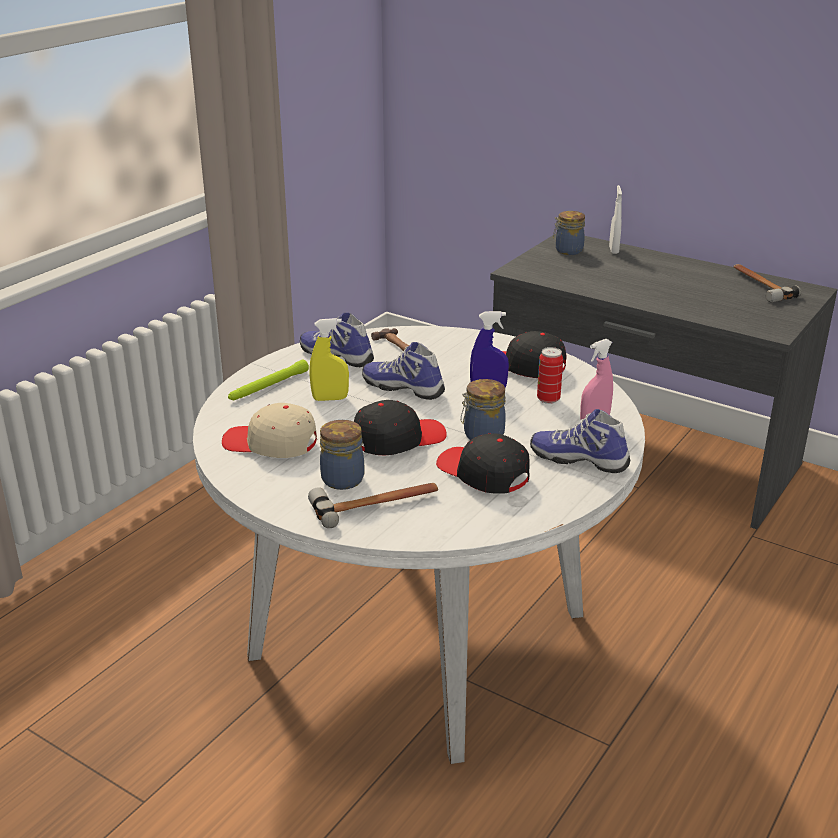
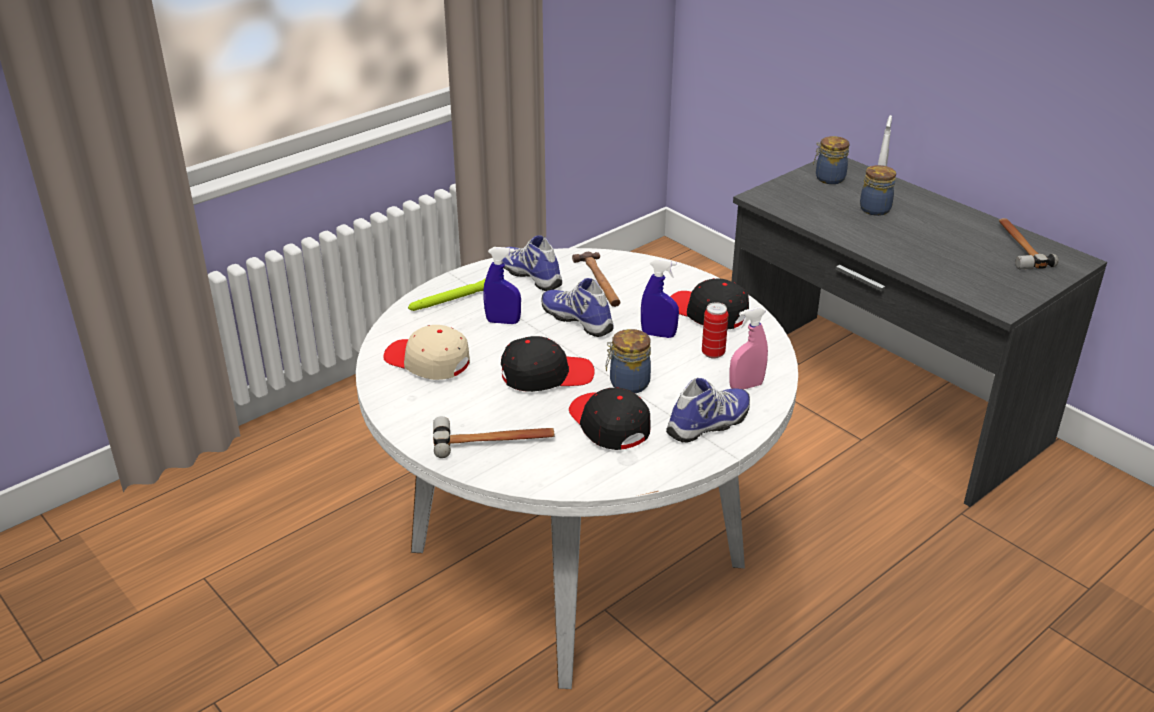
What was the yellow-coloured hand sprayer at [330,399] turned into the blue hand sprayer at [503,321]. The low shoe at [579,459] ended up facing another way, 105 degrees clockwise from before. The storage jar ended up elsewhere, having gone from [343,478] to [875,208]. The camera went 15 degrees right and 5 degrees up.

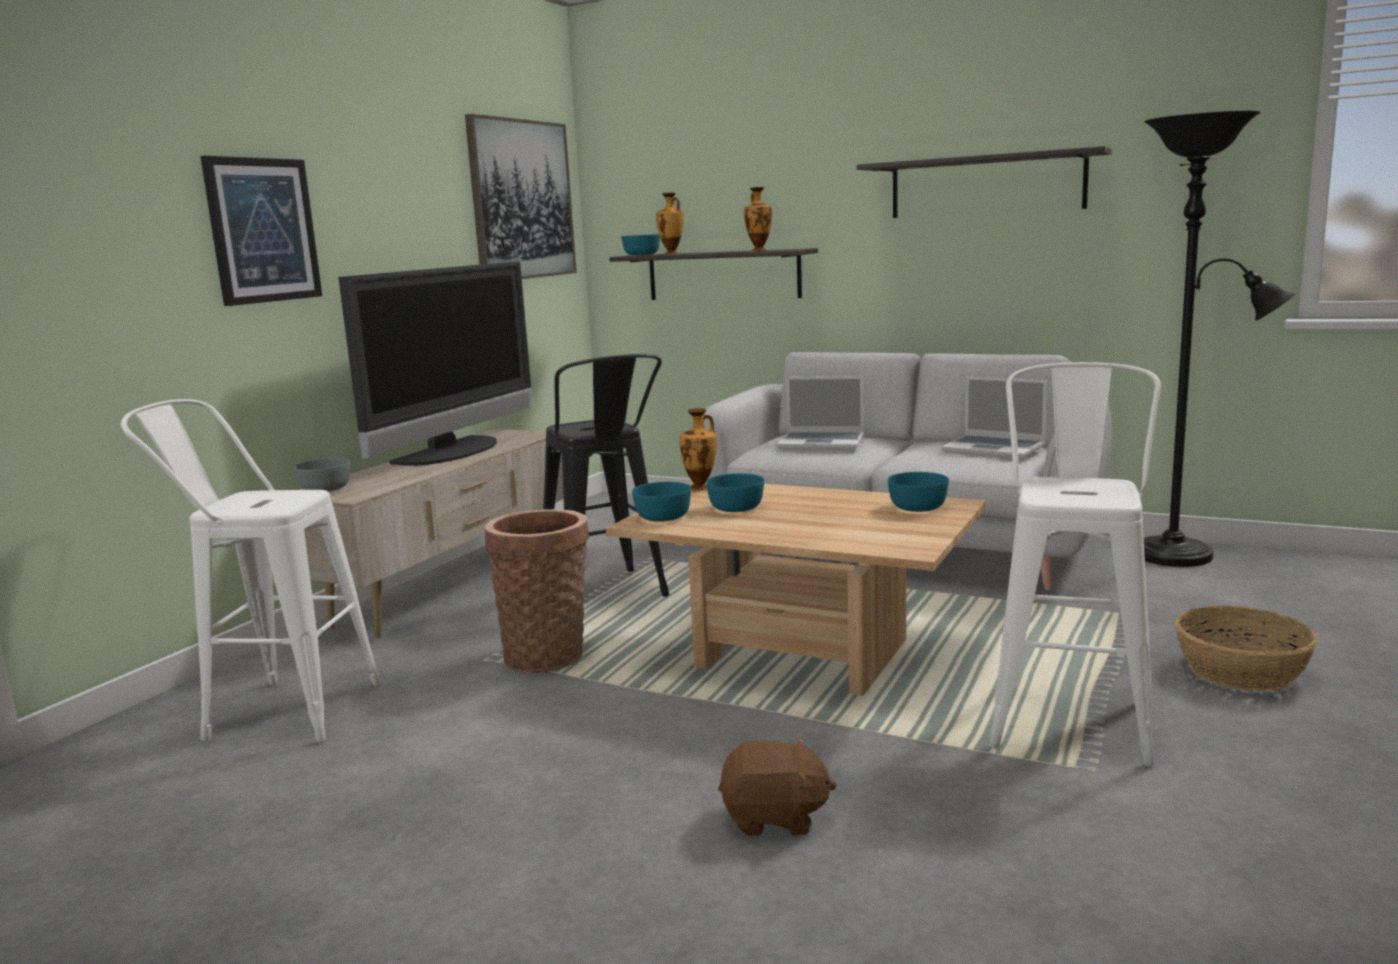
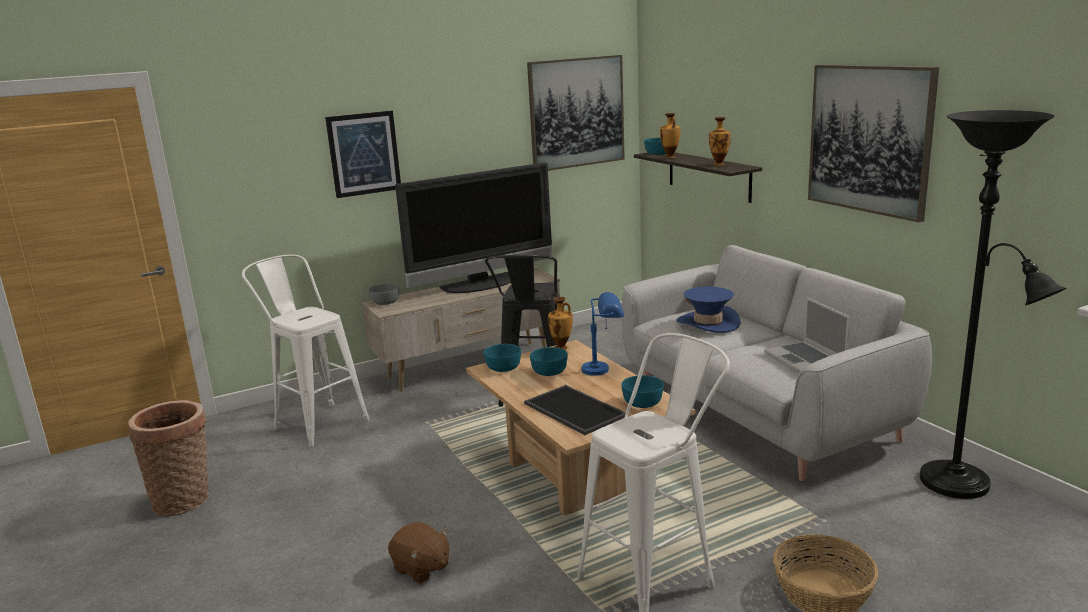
Where the bracket shelf hung at [986,185], the wall picture came to hang at [869,139]. Where the notebook computer stood at [823,443], the blue clothing hat came to stand at [708,323]. The basket ended up elsewhere, having gone from [547,654] to [185,500]. The second view gained the blue lamp for a table at [604,369]. The second view gained the tray at [572,410]. The camera went 35 degrees right and 5 degrees up.

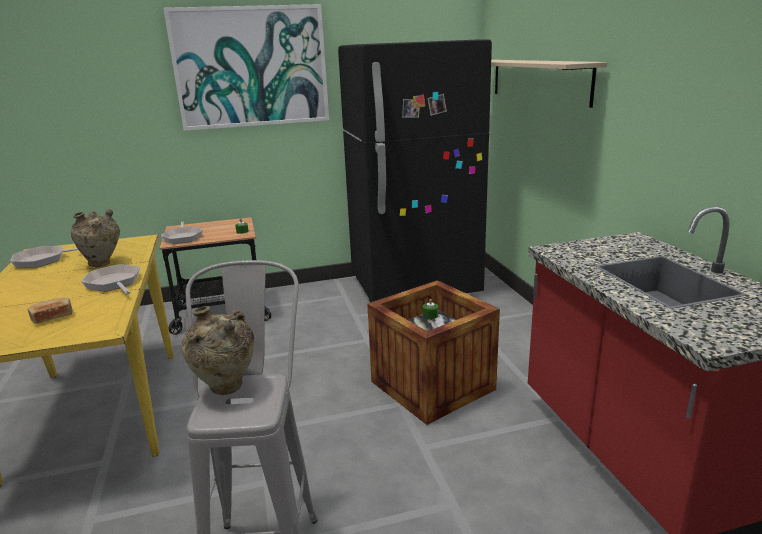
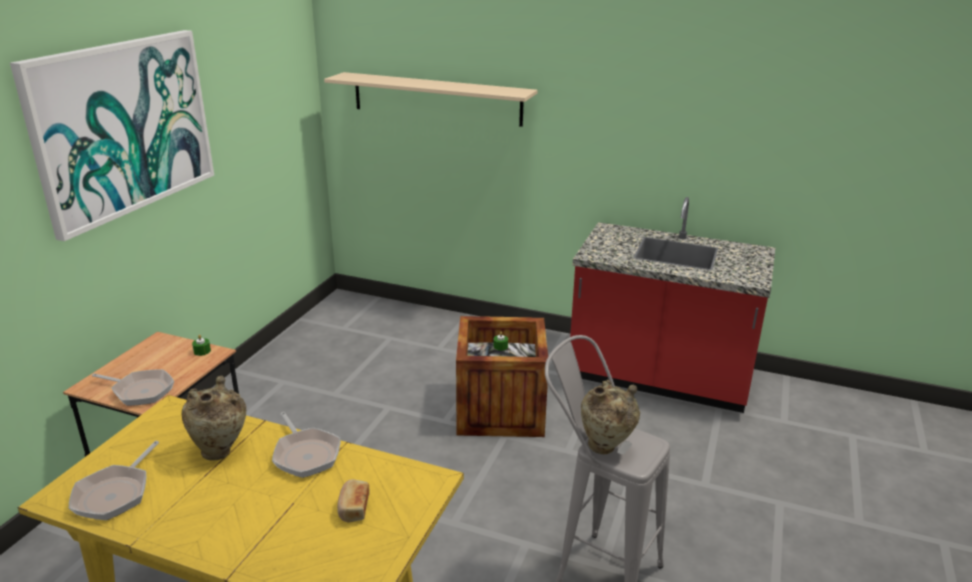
The second view lost the black-coloured fridge at [415,286]. The skillet at [114,283] ended up facing another way, 120 degrees counterclockwise from before. The camera went 55 degrees left and 5 degrees up.

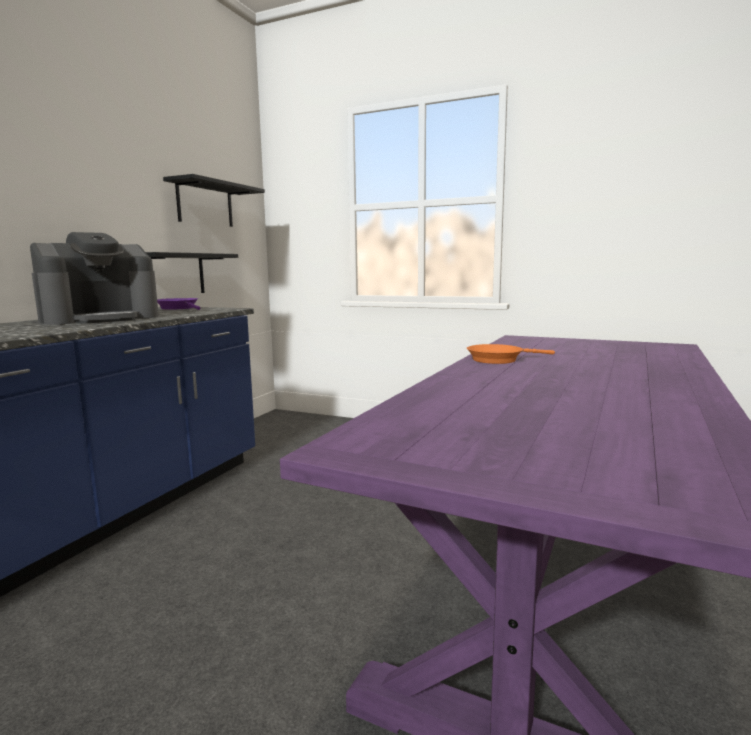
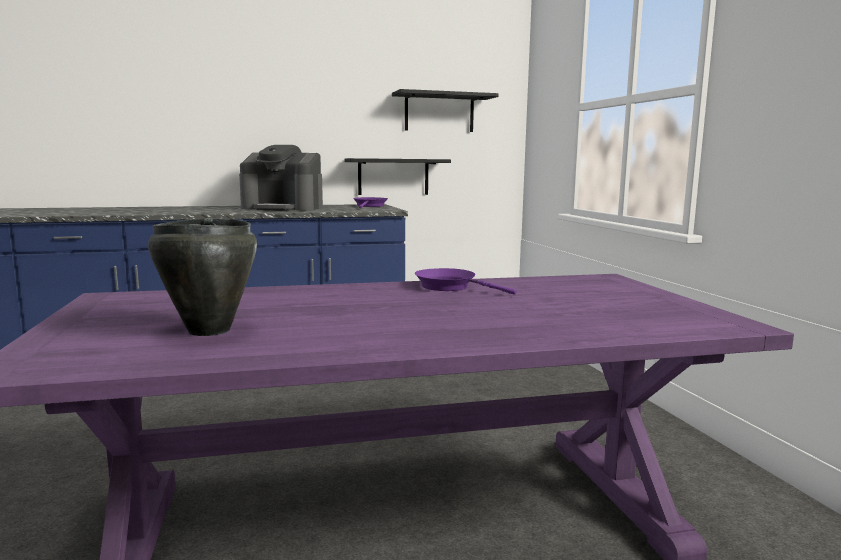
What was the orangey skillet at [499,359] turned into the purplish skillet at [450,287]. The second view gained the black-coloured saucepot at [208,330]. The camera went 50 degrees right and 0 degrees up.

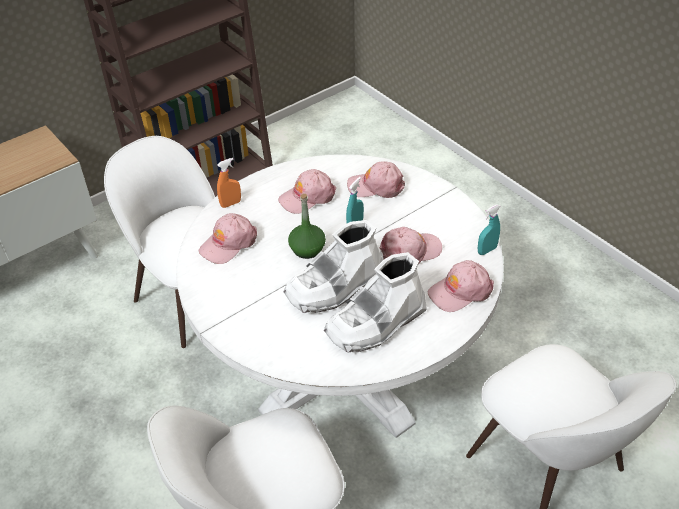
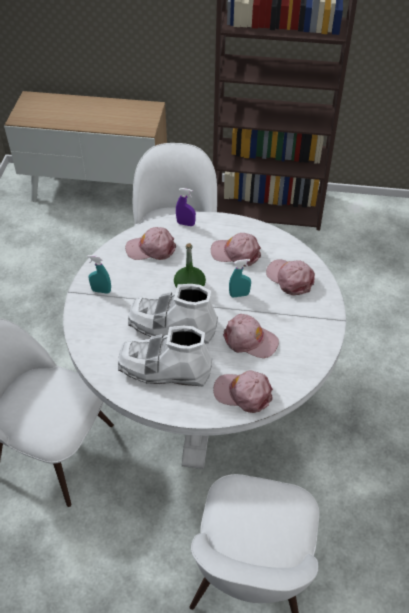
What was the orangey hand sprayer at [231,204] turned into the purplish hand sprayer at [185,224]. The turquoise-coloured hand sprayer ended up elsewhere, having gone from [487,250] to [101,291]. The camera went 45 degrees right and 5 degrees up.

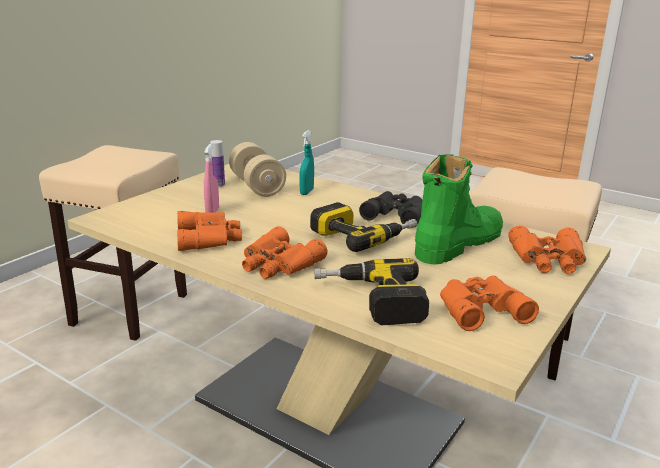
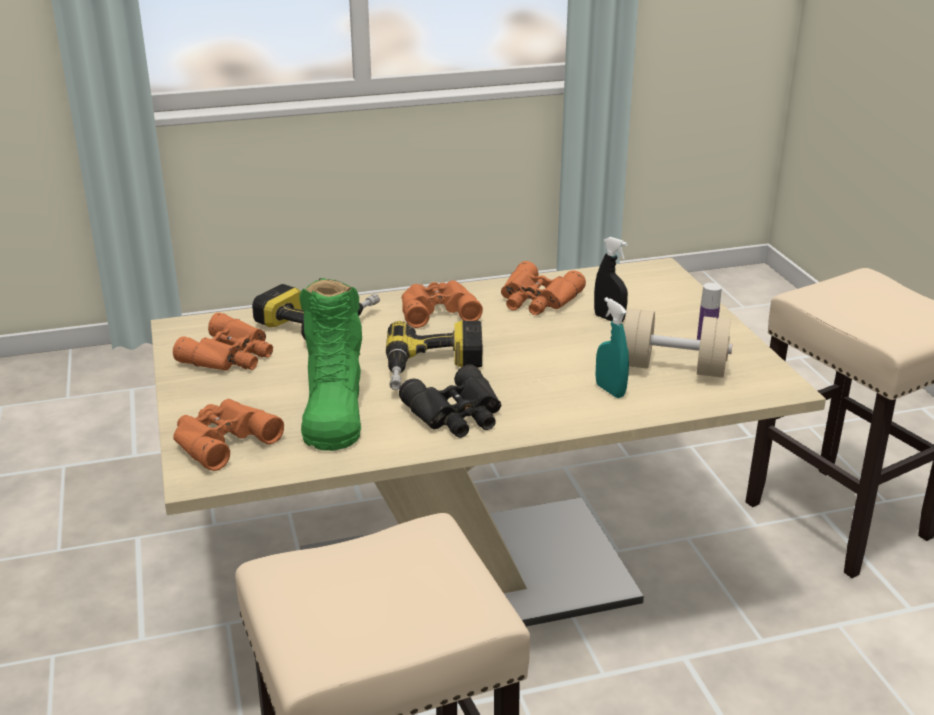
What was the pink hand sprayer at [212,212] turned into the black-coloured hand sprayer at [609,318]. The camera went 130 degrees right and 5 degrees up.

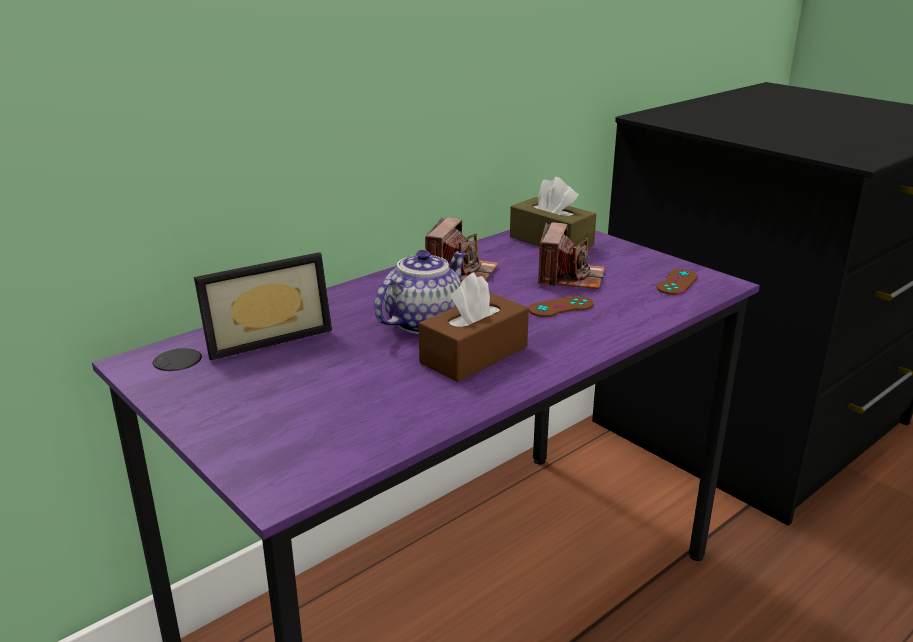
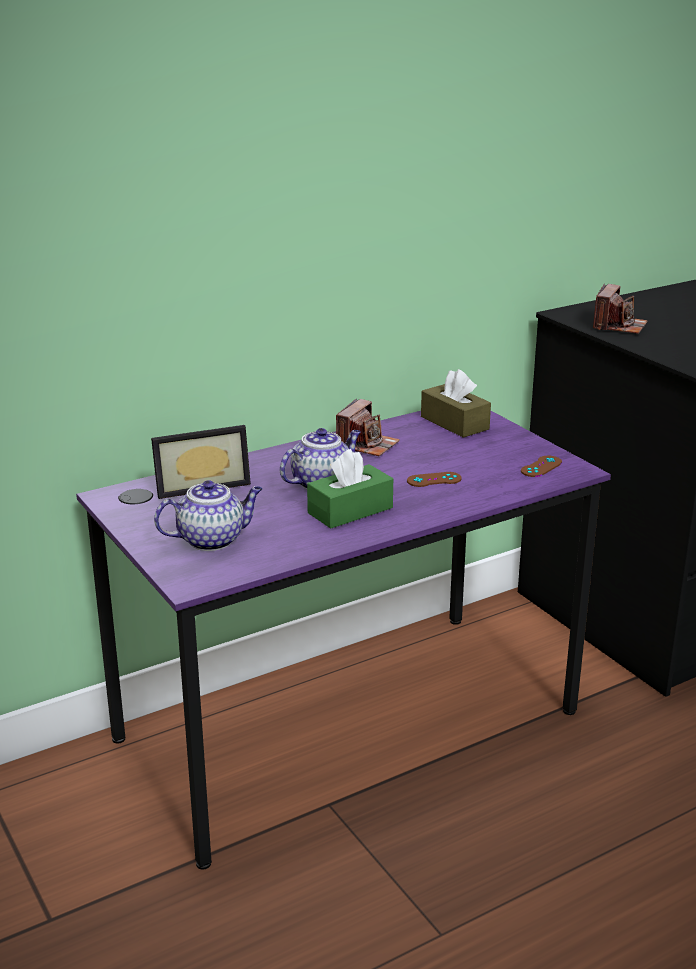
The still camera ended up elsewhere, having gone from [569,277] to [618,326]. What was the brown-coloured tissue box at [474,355] turned into the greenish tissue box at [350,510]. The second view gained the tea pot at [212,539]. The camera went 10 degrees right and 0 degrees up.

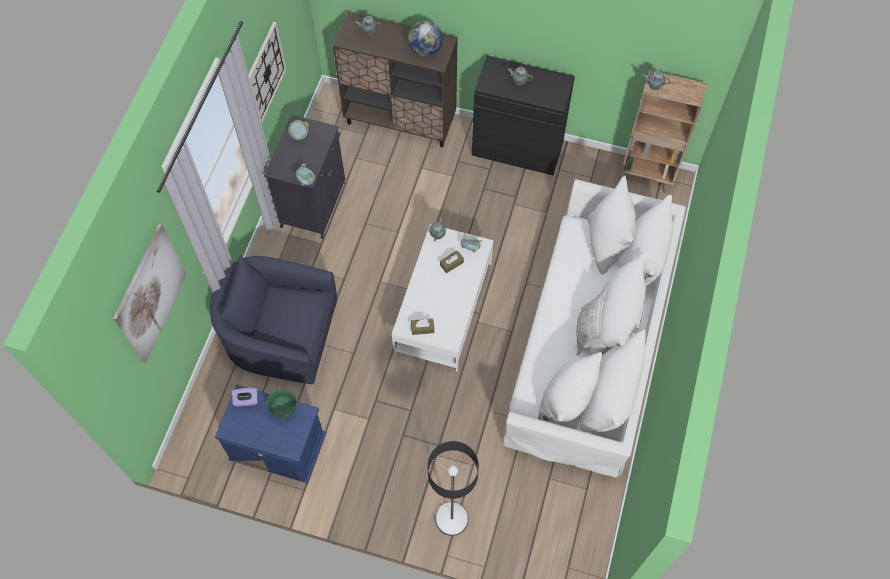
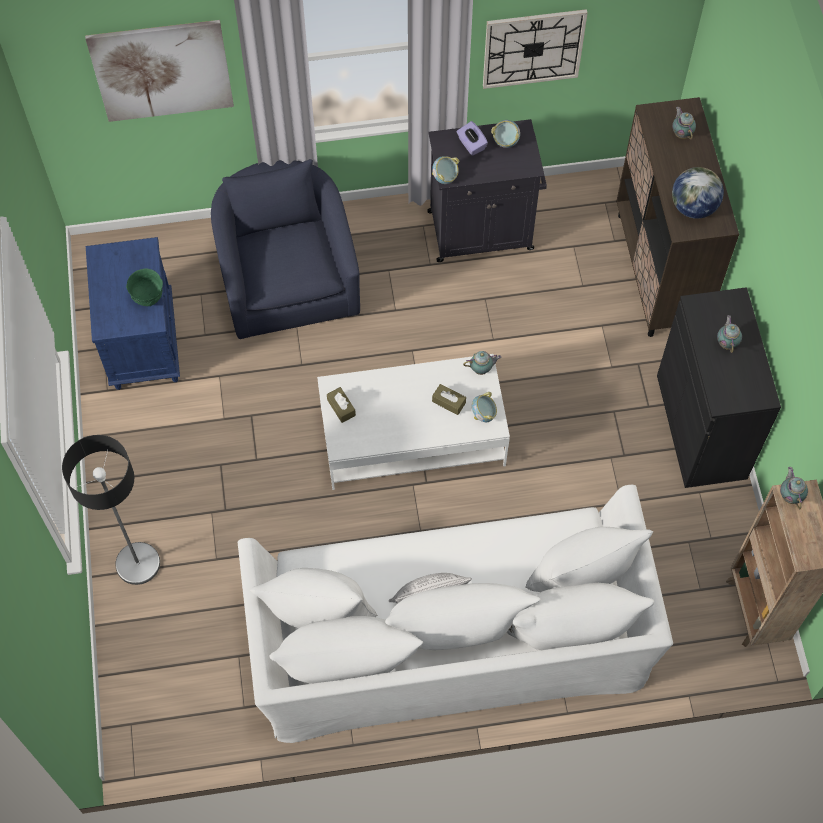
The purplish tissue box ended up elsewhere, having gone from [246,400] to [471,145]. The camera went 65 degrees right and 0 degrees up.

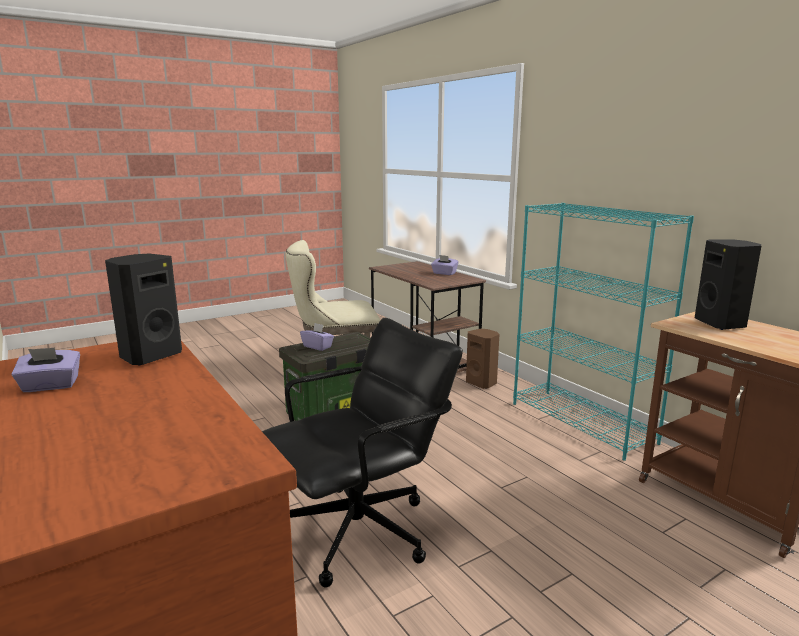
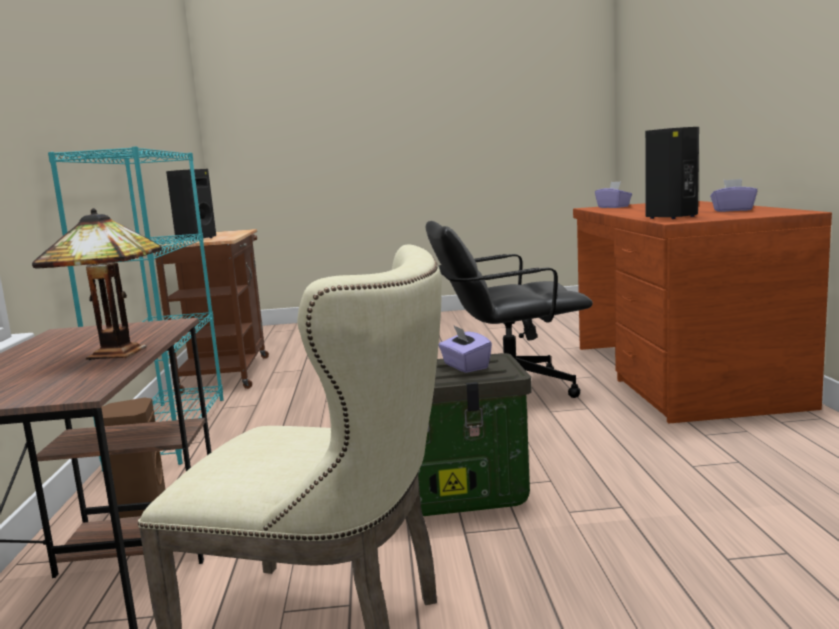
The purplish tissue box ended up elsewhere, having gone from [444,273] to [613,207]. The second view gained the lamp for a table at [117,354]. The camera went 150 degrees left and 5 degrees down.

